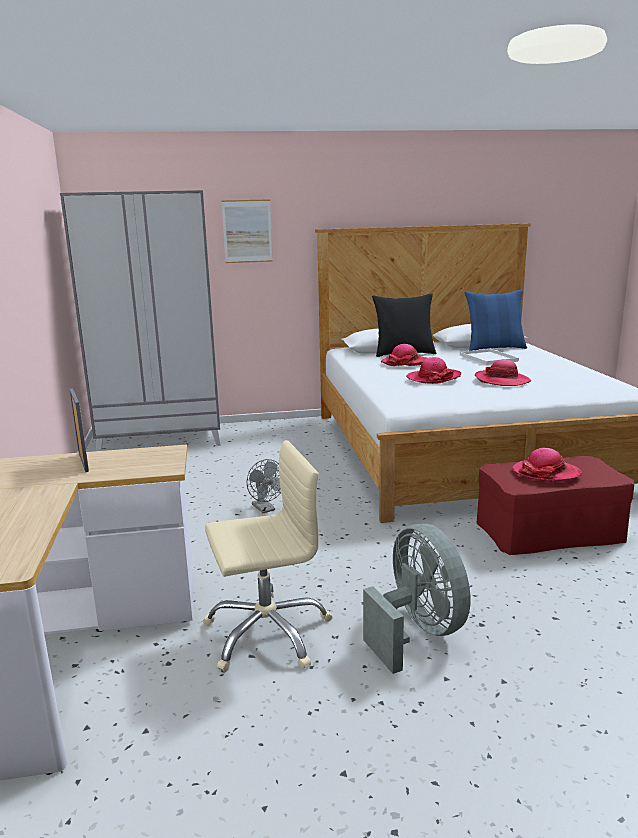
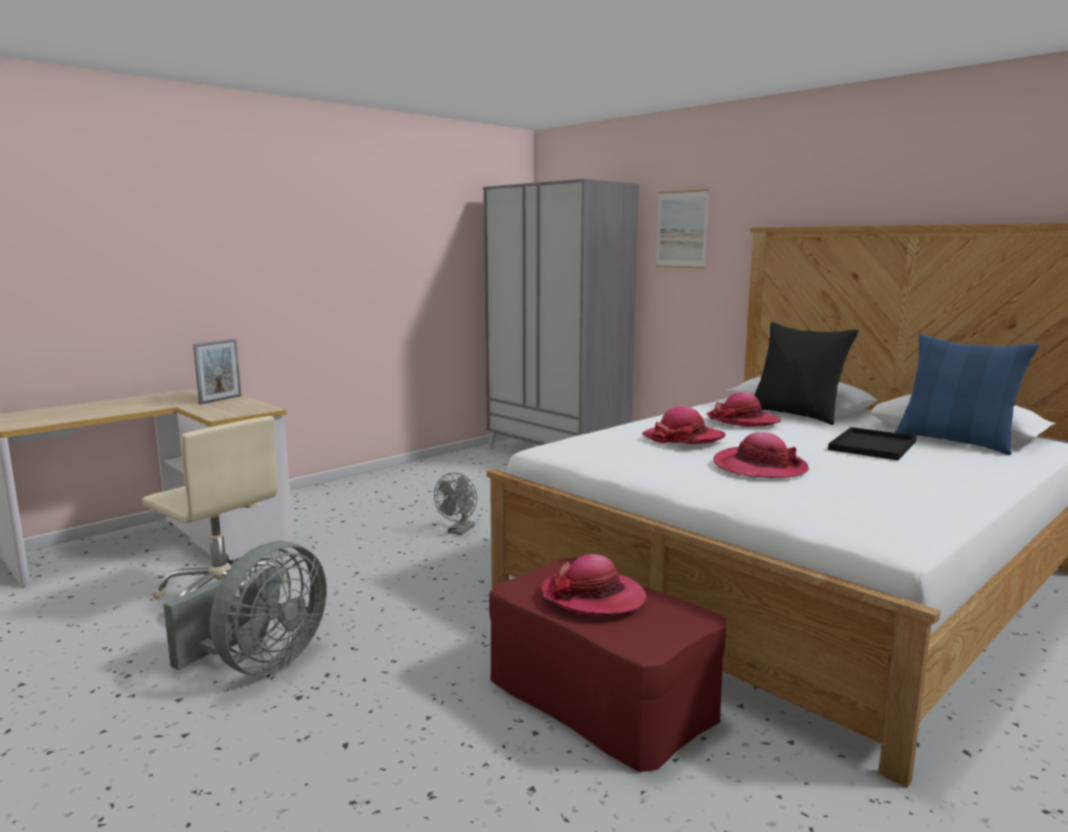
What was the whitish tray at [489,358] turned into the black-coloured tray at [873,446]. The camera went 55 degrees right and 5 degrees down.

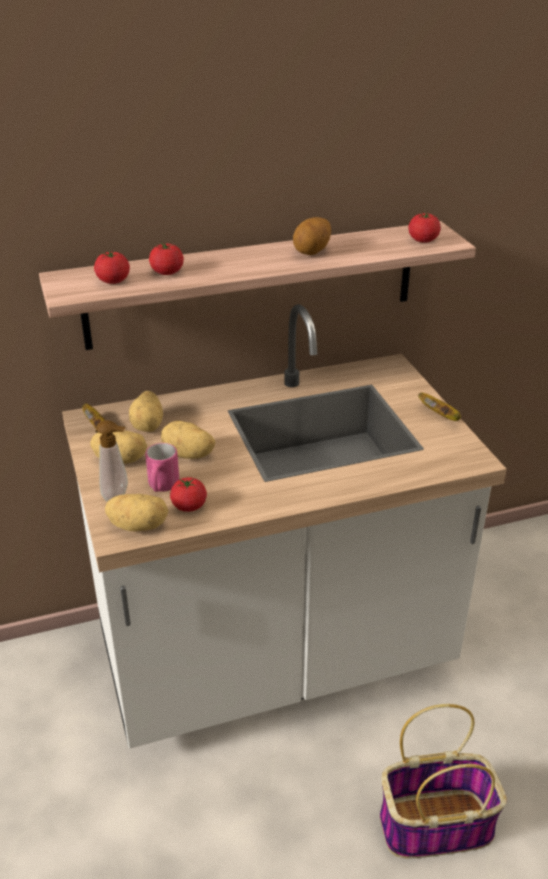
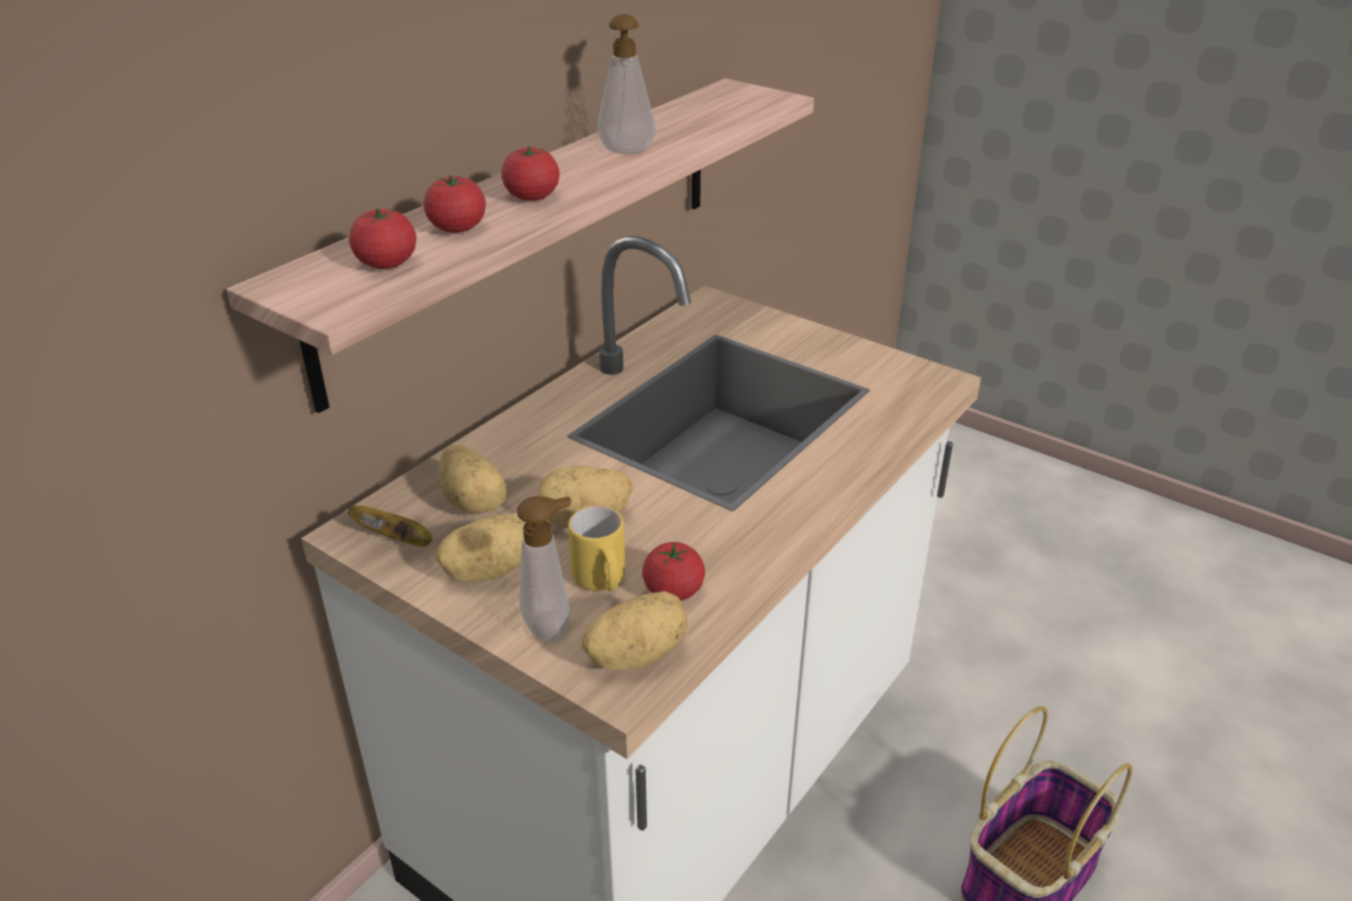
The fresh tomato ended up elsewhere, having gone from [423,240] to [532,196]. Where the whole potato stood at [312,252], the soap dispenser came to stand at [627,149]. The second view lost the whole banana at [441,415]. What was the pink tea mug at [162,487] turned into the yellow-coloured tea mug at [602,582]. The camera went 35 degrees left and 0 degrees up.

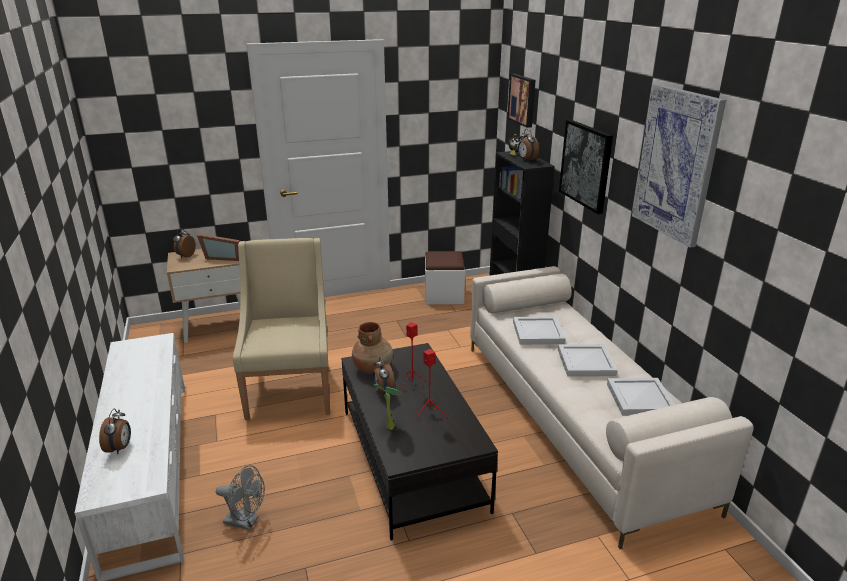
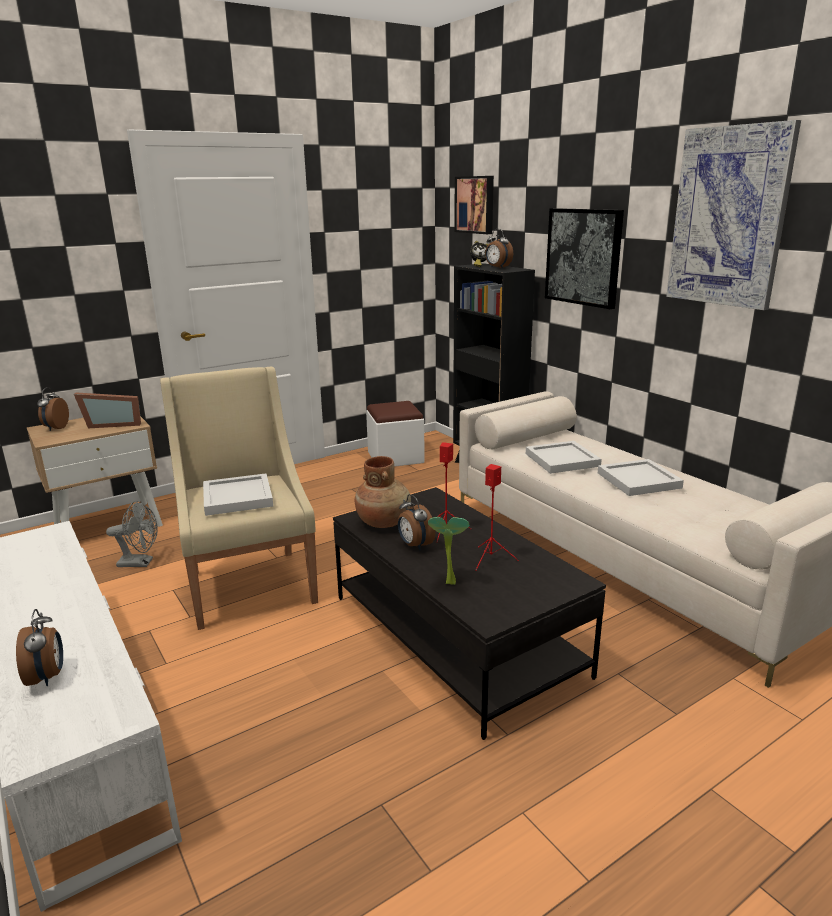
The whitish tray ended up elsewhere, having gone from [640,398] to [238,497]. The gray cooling fan ended up elsewhere, having gone from [246,521] to [140,562]. The camera went 15 degrees left and 5 degrees down.

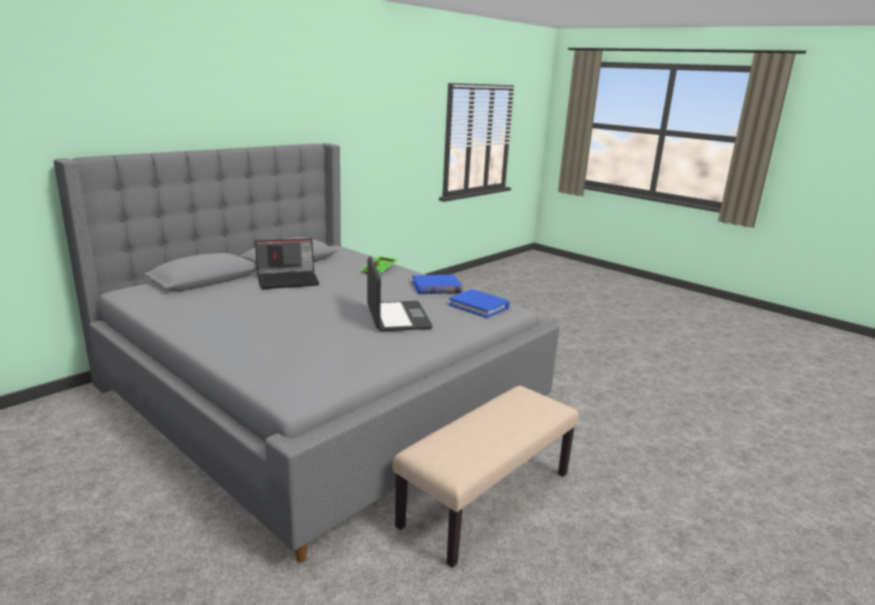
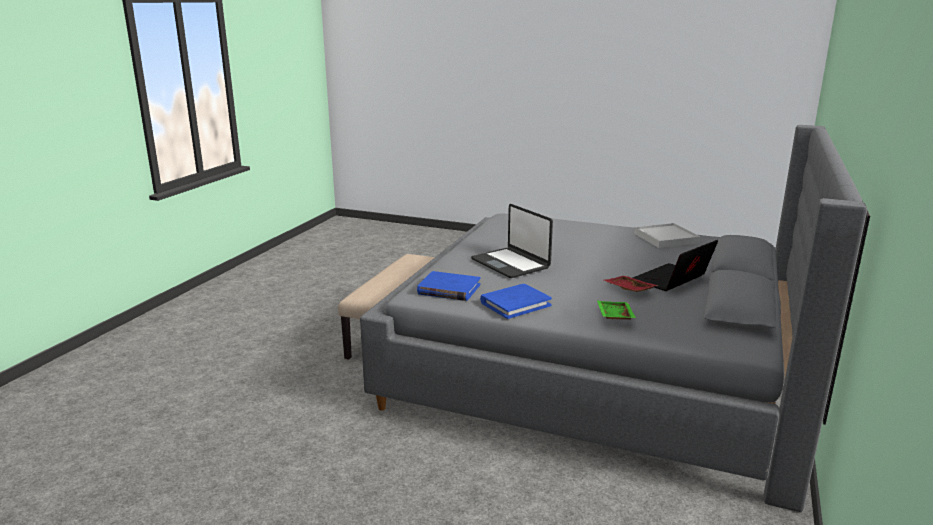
The second view gained the whitish tray at [665,238]. The second view gained the reddish tray at [628,290]. The camera went 160 degrees right and 0 degrees up.

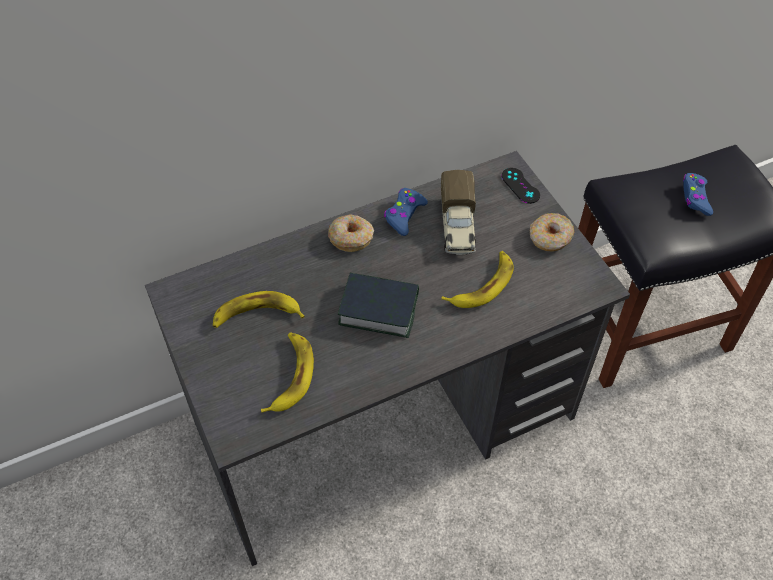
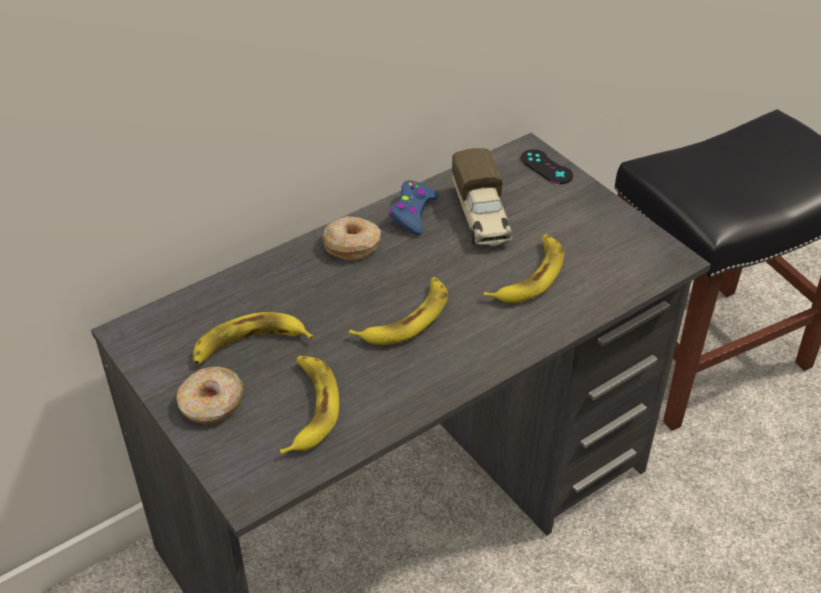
The second view lost the blue joypad at [695,198]. The doughnut ended up elsewhere, having gone from [550,238] to [212,404]. Where the volume stood at [378,309], the whole banana came to stand at [406,318]. The camera went 10 degrees left and 10 degrees down.

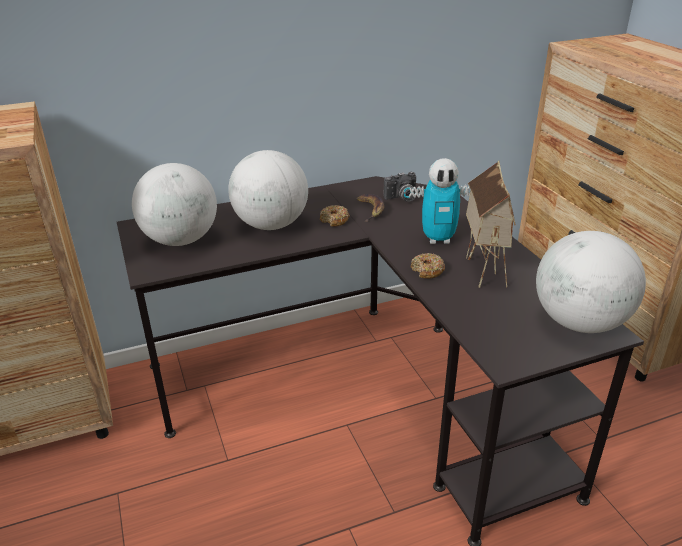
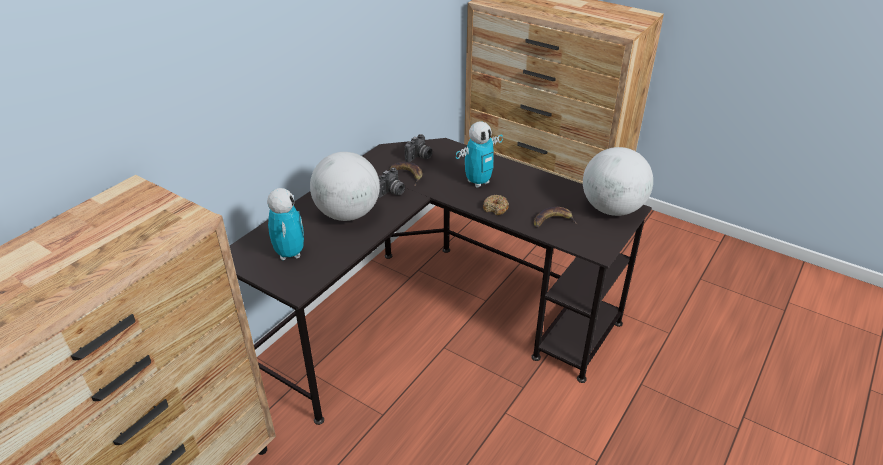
The second view lost the model house at [483,269]. Where the world globe stood at [180,240], the model robot came to stand at [290,254]. Where the doughnut stood at [334,220], the still camera came to stand at [391,193]. The second view gained the whole banana at [553,221]. The camera went 35 degrees left and 5 degrees up.

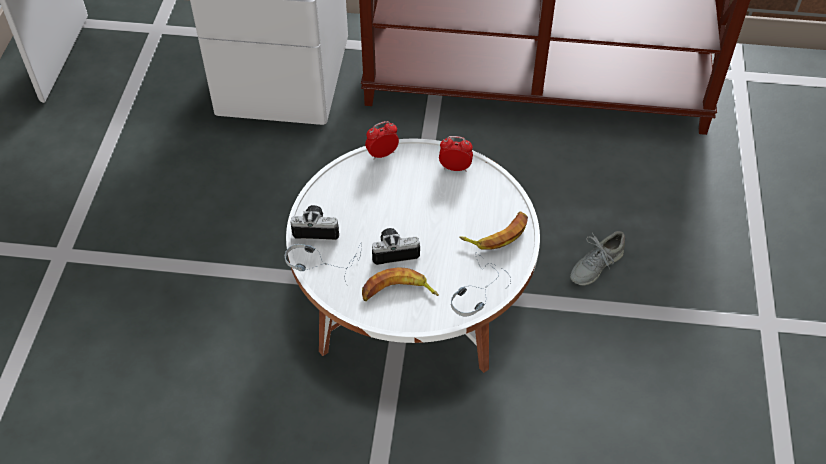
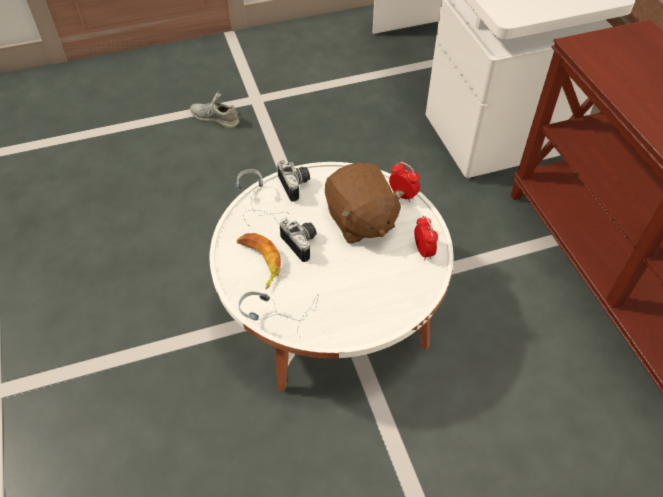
The second view lost the whole banana at [497,234]. The gray low shoe ended up elsewhere, having gone from [595,266] to [215,118]. The second view gained the brown-coloured cuddly toy at [360,220]. The camera went 65 degrees right and 0 degrees up.

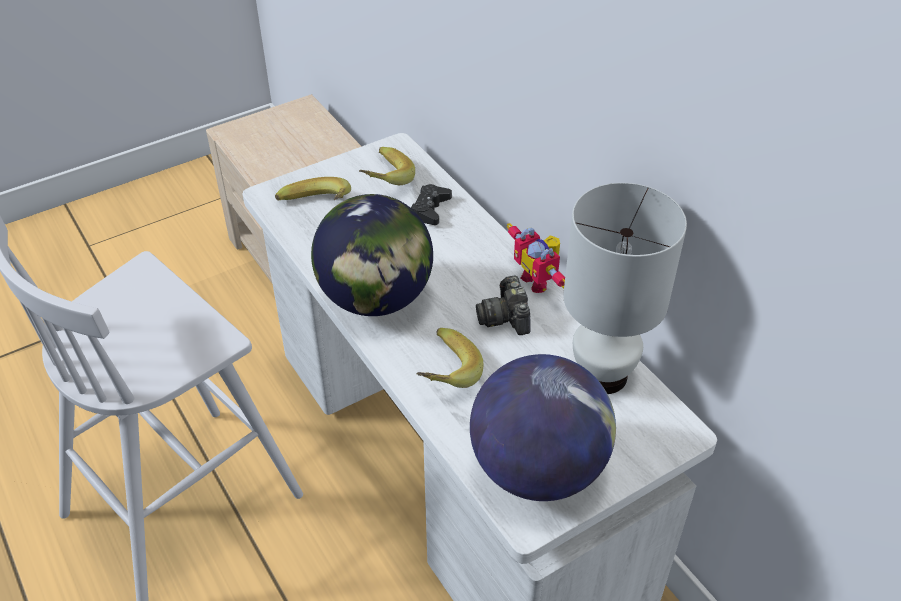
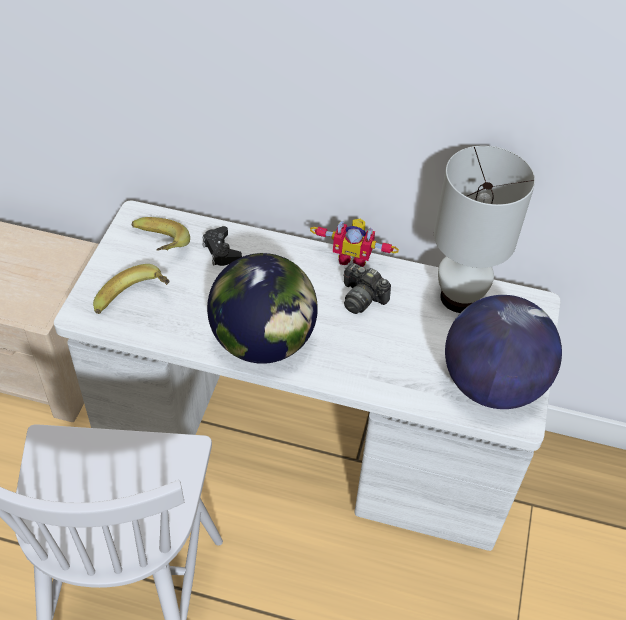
The second view lost the whole banana at [442,373]. The camera went 45 degrees left and 5 degrees up.

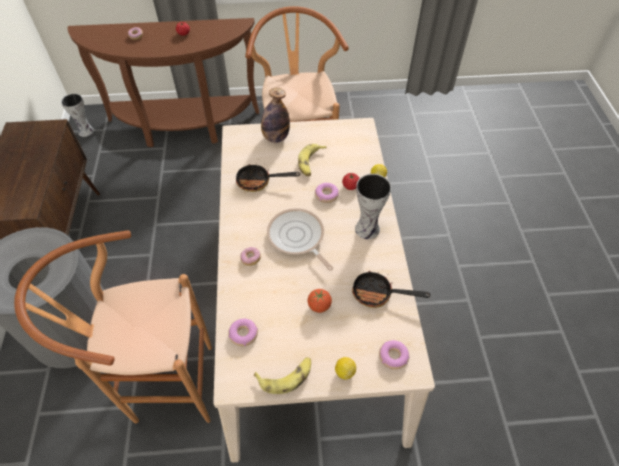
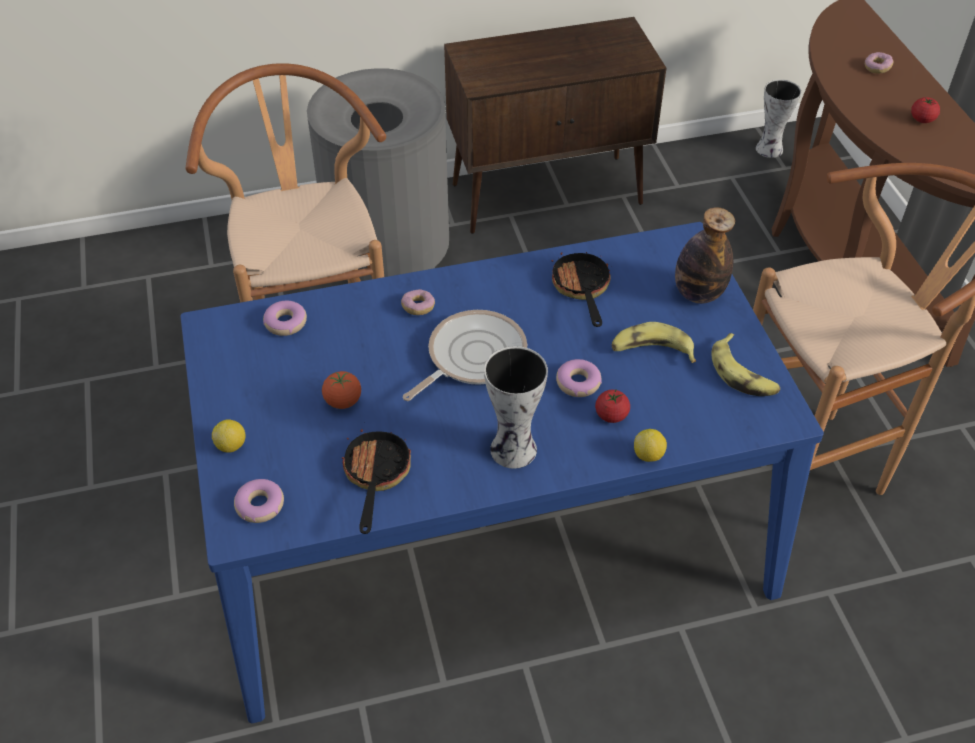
What was the beige-coloured dining table at [309,310] turned into the blue dining table at [487,531]. The whole banana ended up elsewhere, having gone from [286,376] to [743,374]. The camera went 80 degrees right and 5 degrees down.

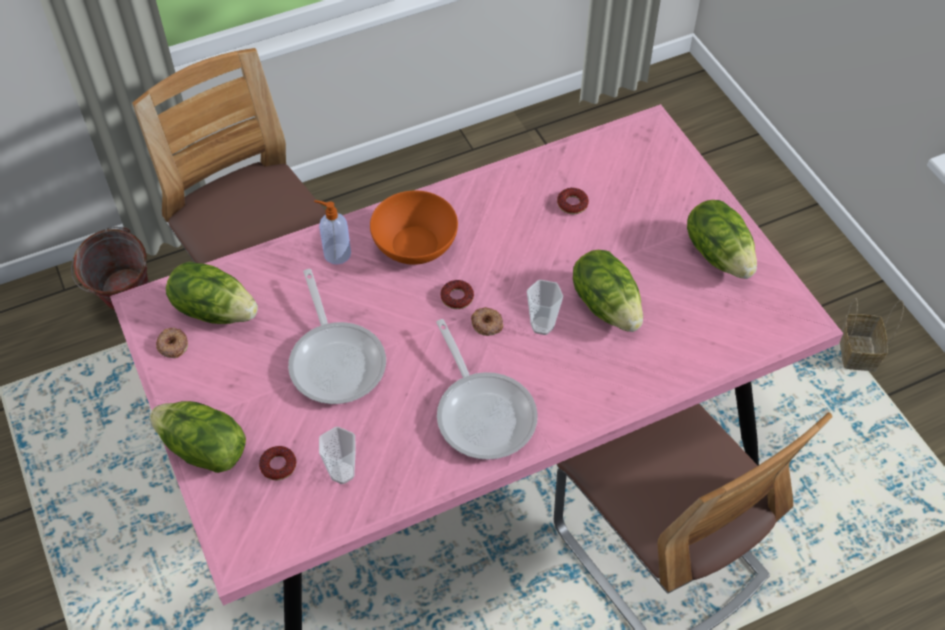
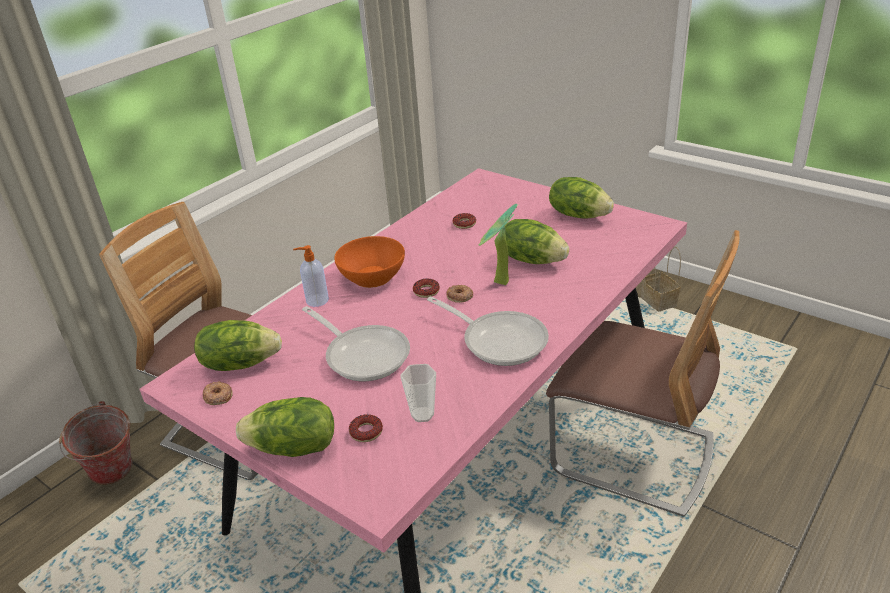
Where the drinking cup stood at [542,325], the potted plant came to stand at [499,283]. The camera went 25 degrees left and 20 degrees down.

